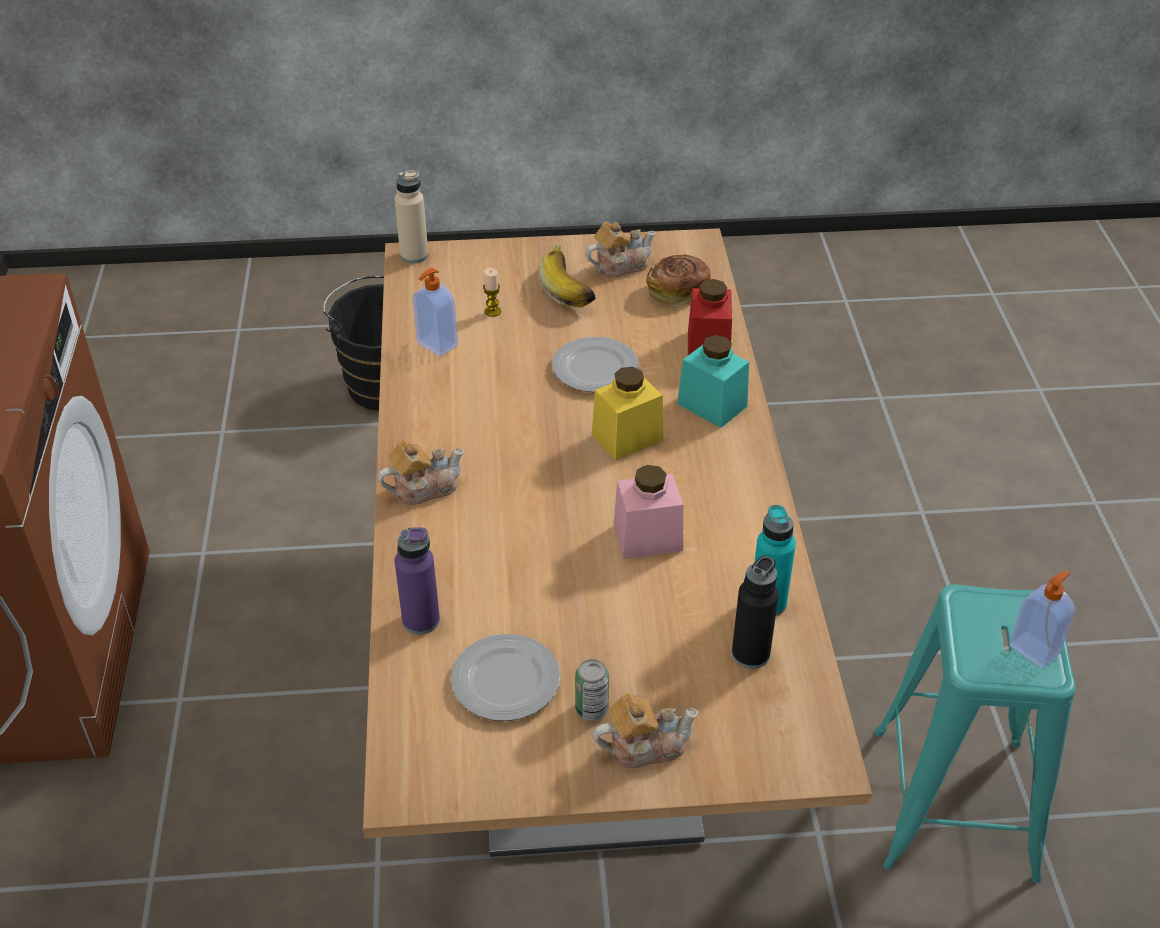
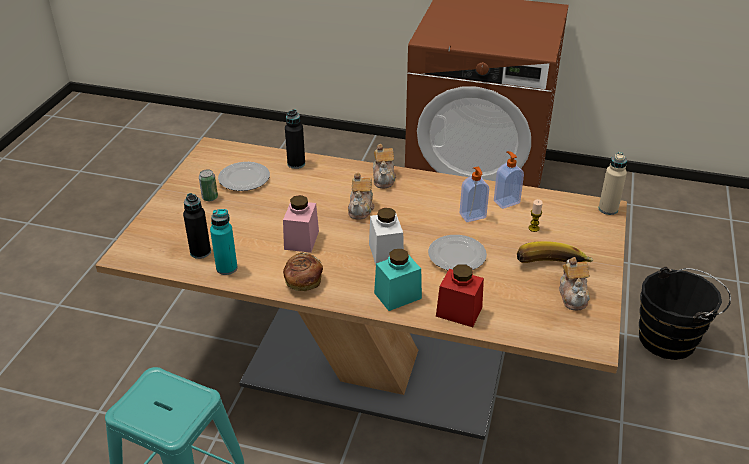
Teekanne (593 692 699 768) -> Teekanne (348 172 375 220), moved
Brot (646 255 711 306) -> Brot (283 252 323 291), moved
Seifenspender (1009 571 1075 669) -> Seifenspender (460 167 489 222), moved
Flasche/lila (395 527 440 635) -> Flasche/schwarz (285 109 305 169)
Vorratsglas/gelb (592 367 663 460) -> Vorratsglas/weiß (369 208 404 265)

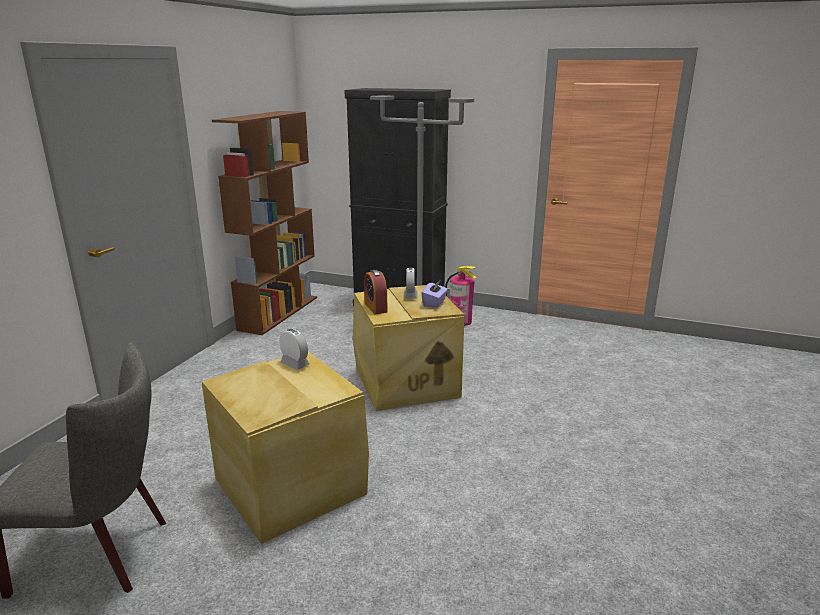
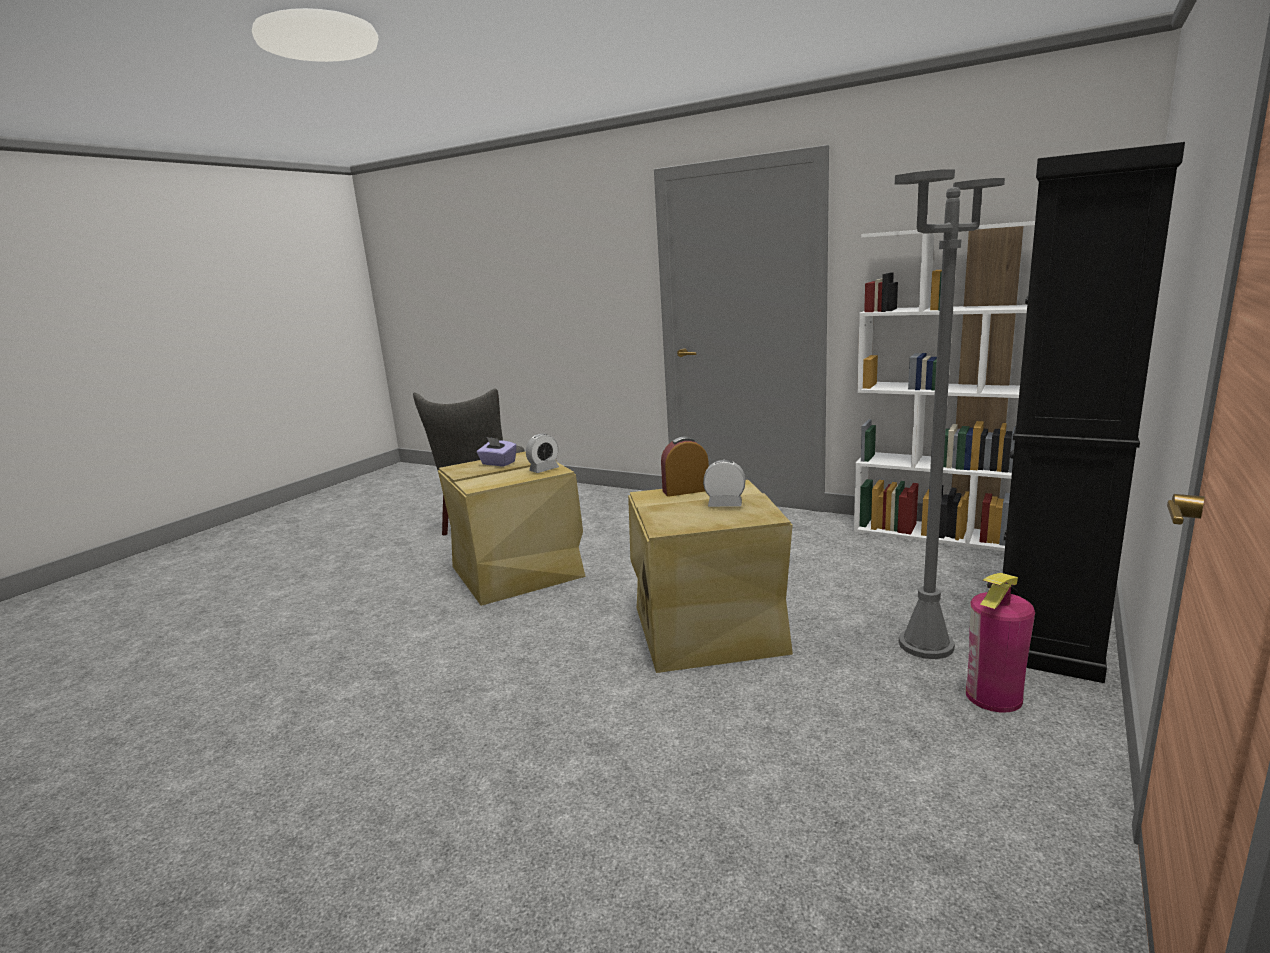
Taschentuchbox/lila (421 281 448 308) -> Taschentuchbox/lila (477 437 517 466), moved
Bücherregal/braun (212 111 317 335) -> Bücherregal/weiß (854 221 1035 551)

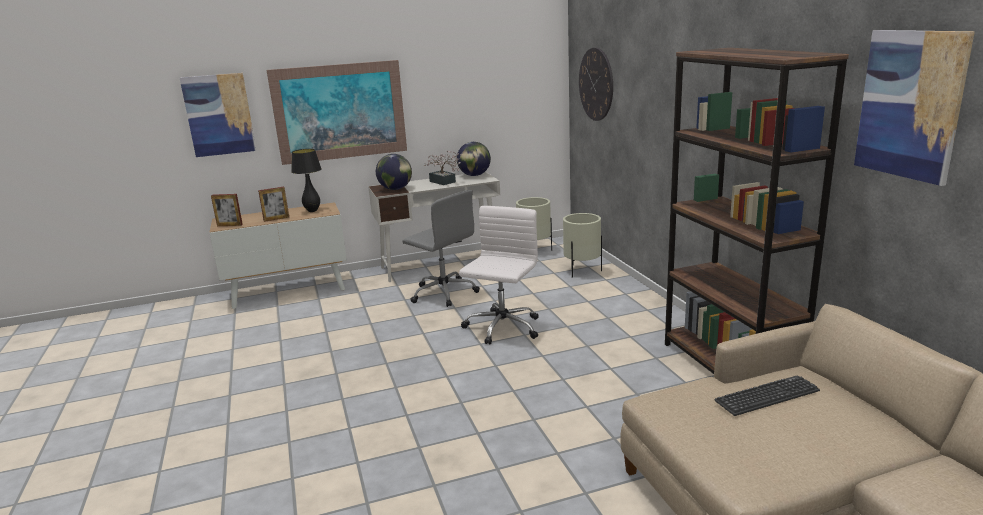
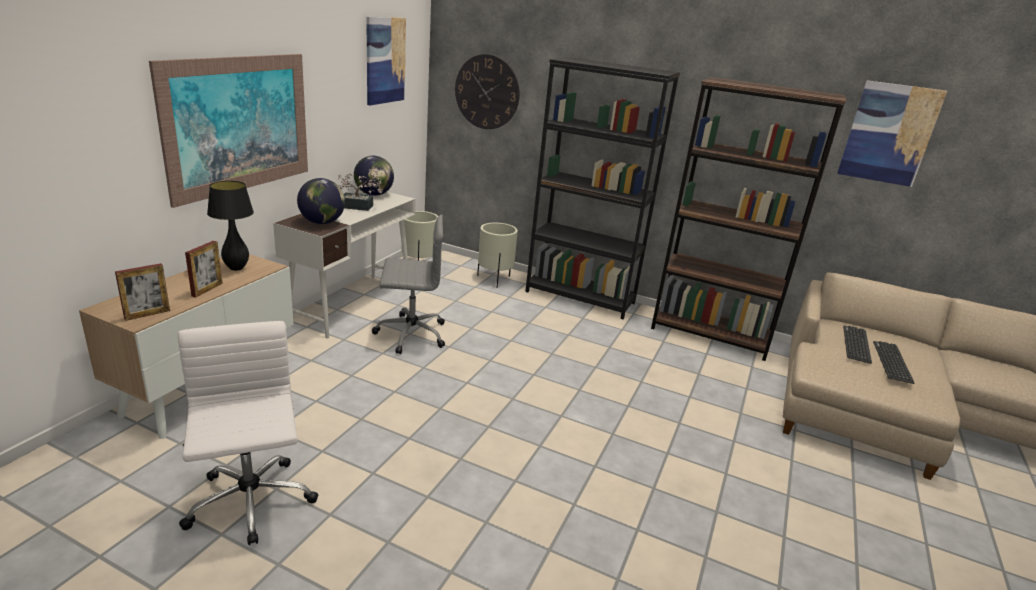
none -> Bücherregal/schwarz (525 57 680 319)
none -> Tastatur (873 341 914 384)
Bild (180 73 256 157) -> Bild (366 17 406 105), moved
Bürostuhl/weiß (459 206 539 345) -> Bürostuhl/weiß (178 321 319 545), moved

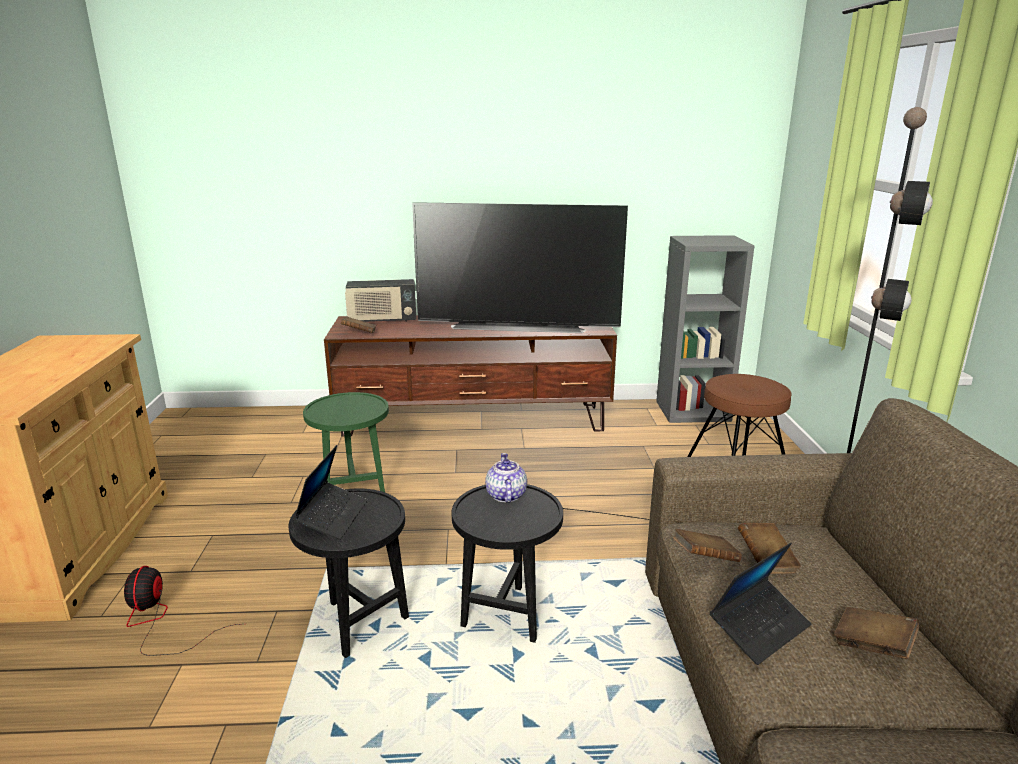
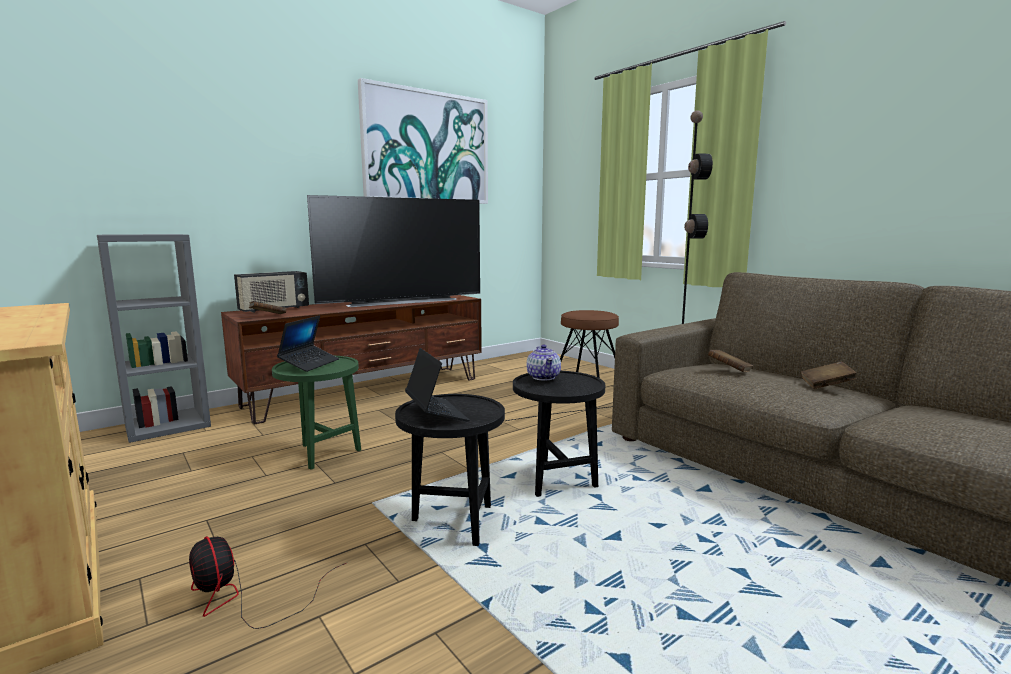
Buch/braun (673 529 742 562) -> none
none -> Bild (358 78 488 204)
Bücherregal/grau (656 235 755 423) -> Bücherregal/grau (97 234 211 443), moved
Laptop (710 543 811 665) -> Laptop (277 315 339 372), moved
Teekanne (485 453 527 503) -> Teekanne (527 344 561 380), 150 degrees counterclockwise

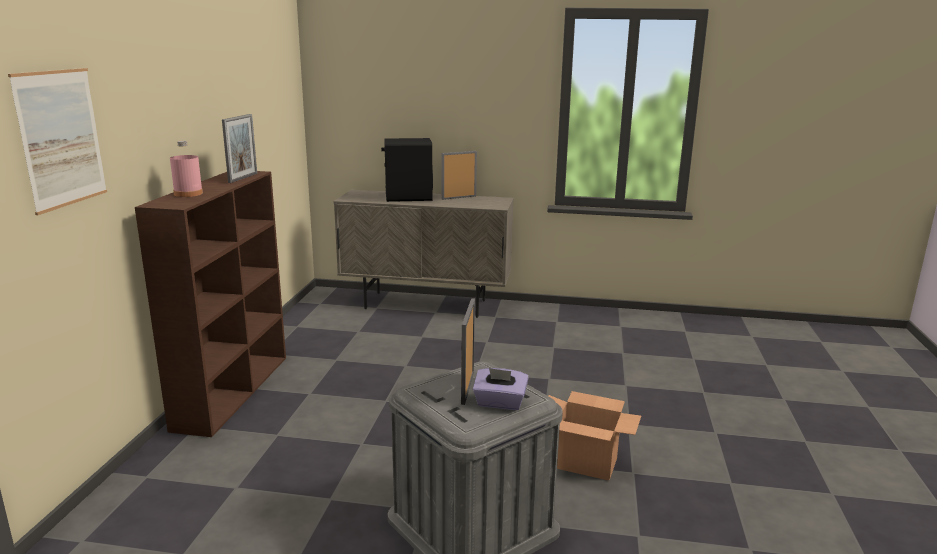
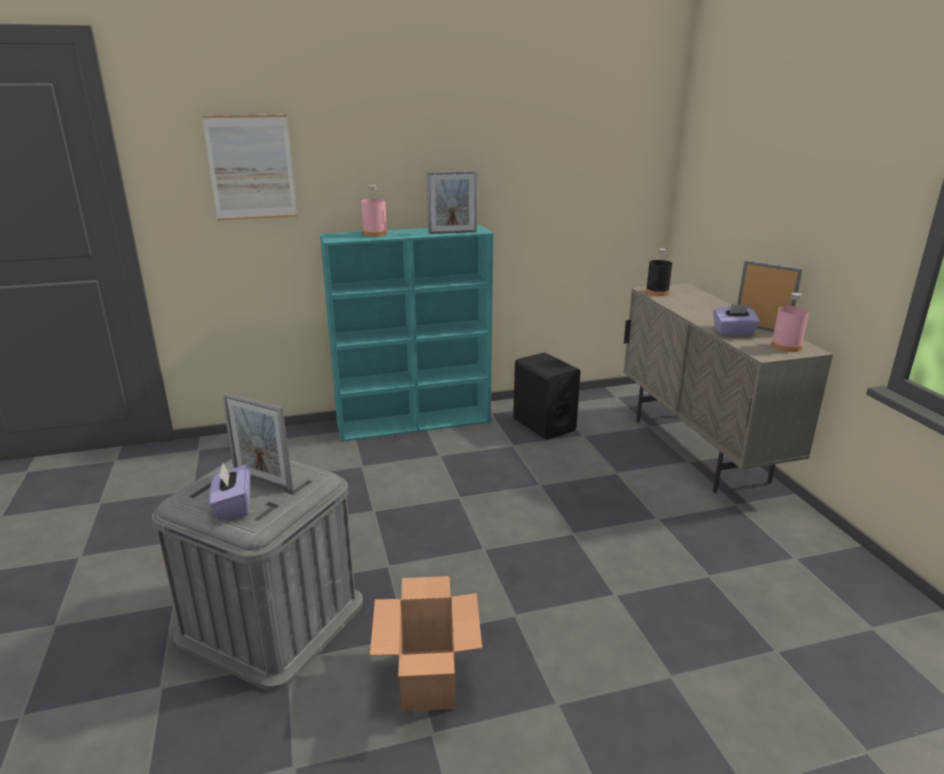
none -> Flasche/schwarz (646 249 672 296)
none -> Taschentuchbox/lila (713 304 760 336)
none -> Flasche/rosa (771 293 809 352)
Lautsprecher/schwarz (381 138 433 202) -> Lautsprecher/schwarz (513 352 580 440), moved
Bücherregal/braun (135 171 286 437) -> Bücherregal/türkis (320 225 493 442)
Bilderrahmen (461 298 475 405) -> Bilderrahmen (221 392 293 491), 135 degrees counterclockwise

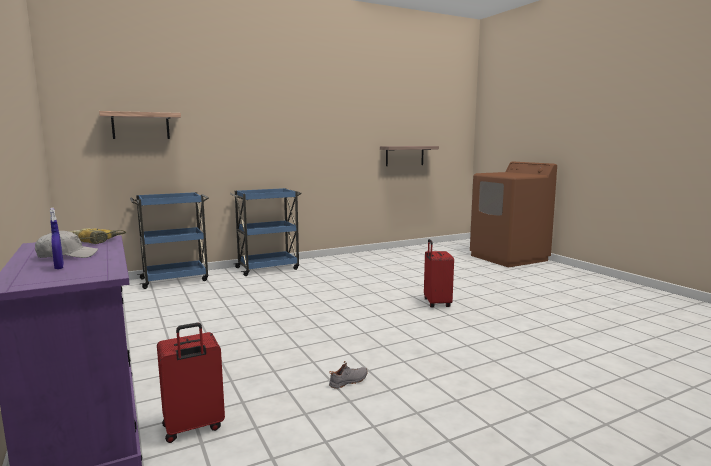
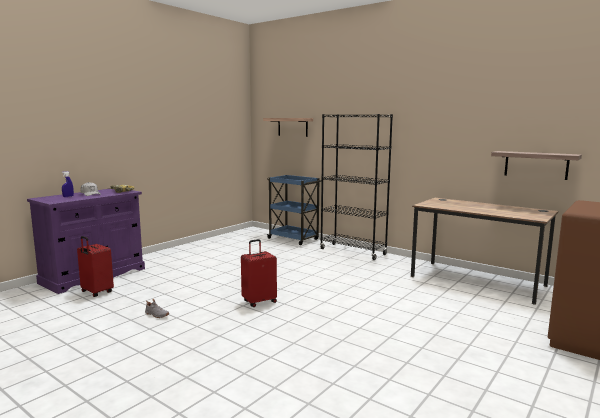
none -> Schreibtisch/braun (411 198 558 305)
Koffer/rot (424 239 454 308) -> Koffer/rot (241 239 277 307), moved
Rollwagen/blau (230 188 302 276) -> Bücherregal/schwarz (320 114 393 260)

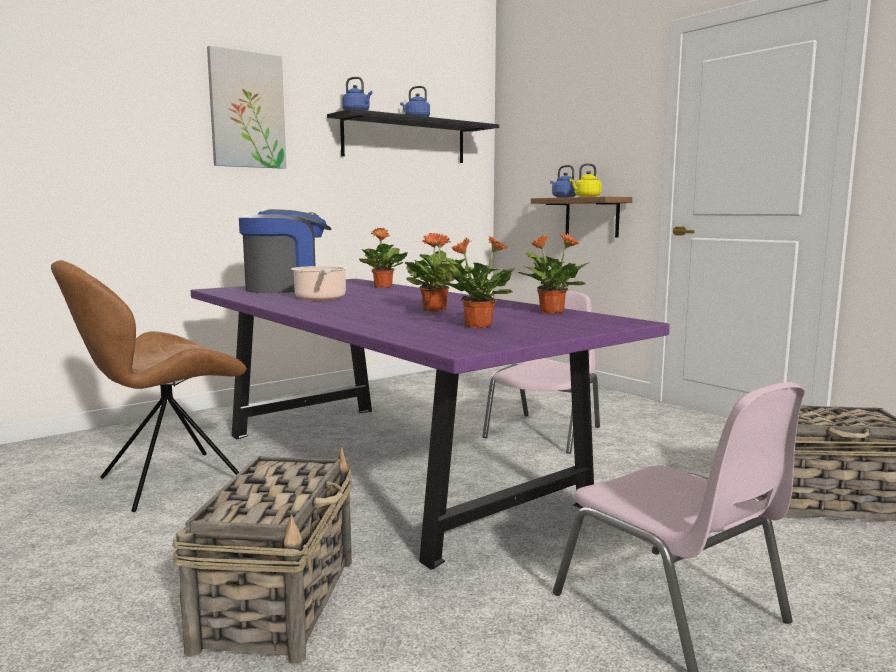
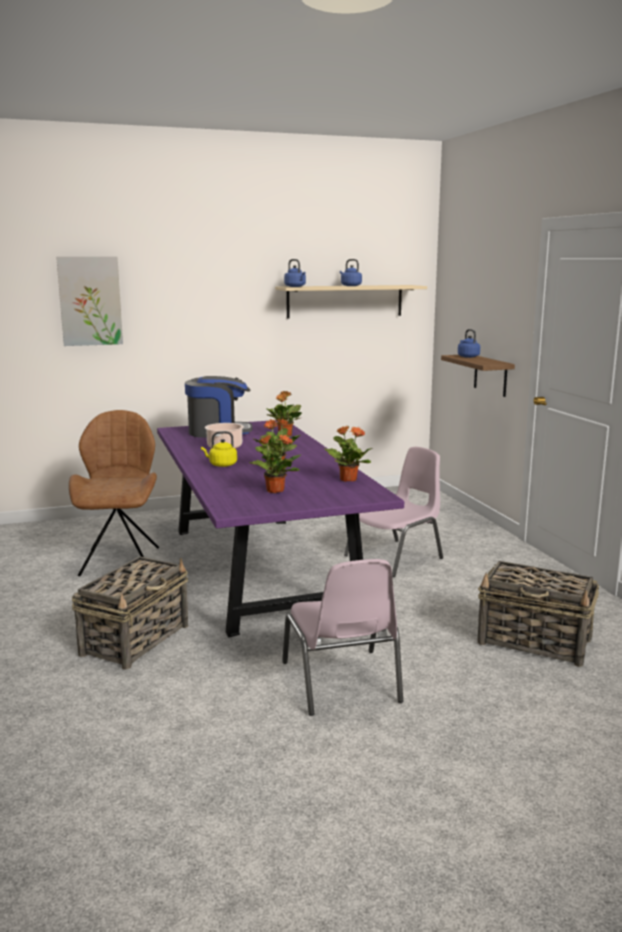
Bild (207 46 286 169) -> Bild (56 257 123 346), moved
Wasserkessel/gelb (569 164 602 197) -> Wasserkessel/gelb (201 431 237 467), moved
Wandregal/schwarz (327 109 499 163) -> Wandregal/beige (275 285 427 318)
Stuhl/braun (51 260 247 512) -> Stuhl/braun (69 410 159 577), 105 degrees clockwise

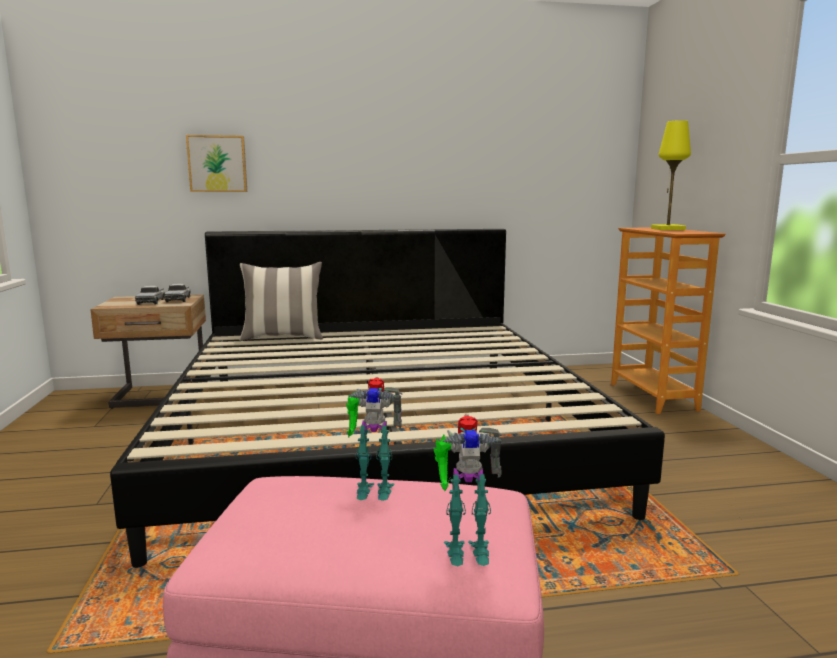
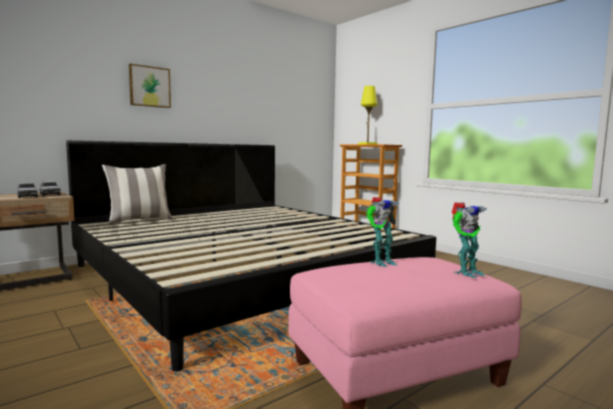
Bild (186 135 247 192) -> Bild (129 64 171 108), moved

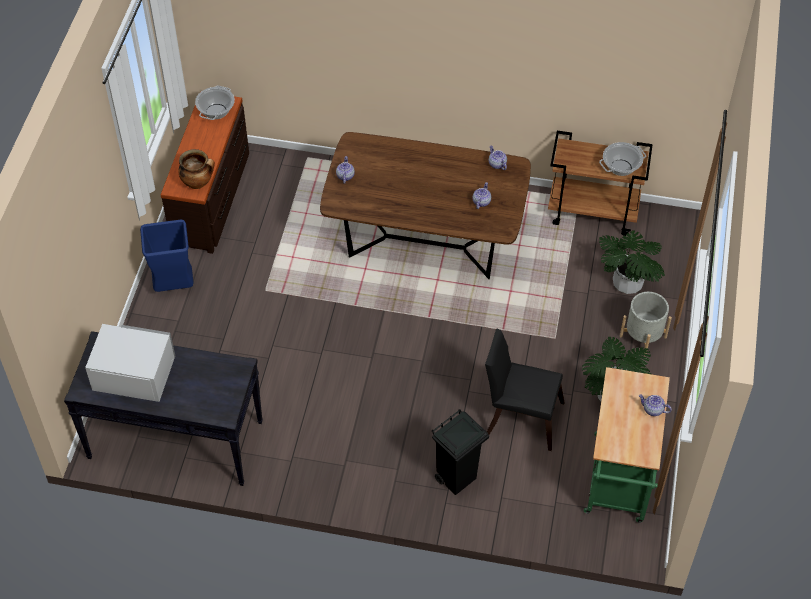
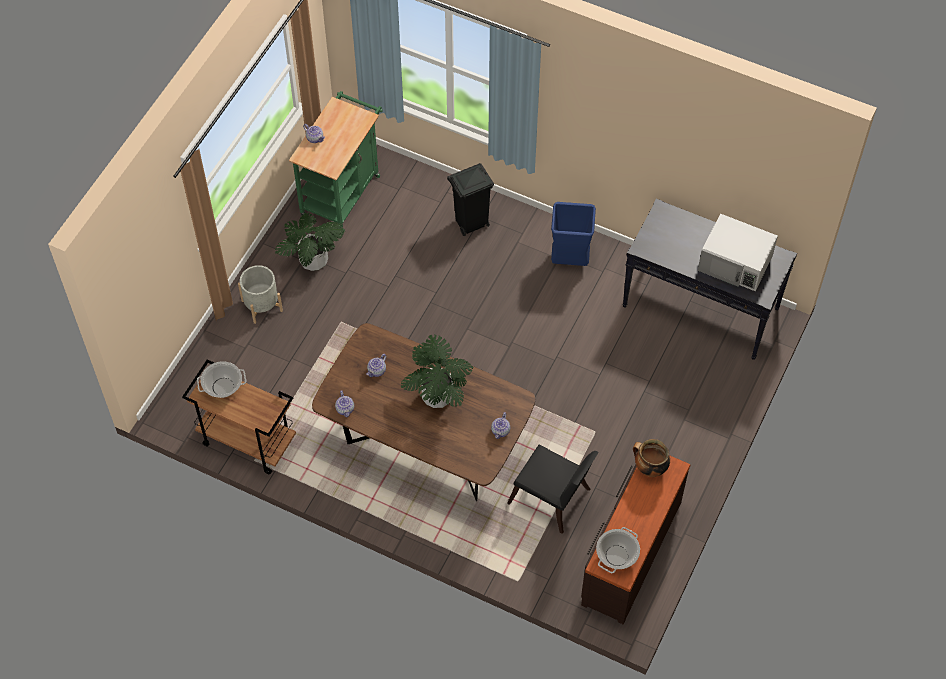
Mülleimer/blau (140 220 194 292) -> Mülleimer/blau (551 202 596 266), moved
Stuhl/schwarz (485 328 565 451) -> Stuhl/schwarz (507 444 599 534), moved
Topfpflanze (599 230 665 294) -> Topfpflanze (401 335 474 408), moved

